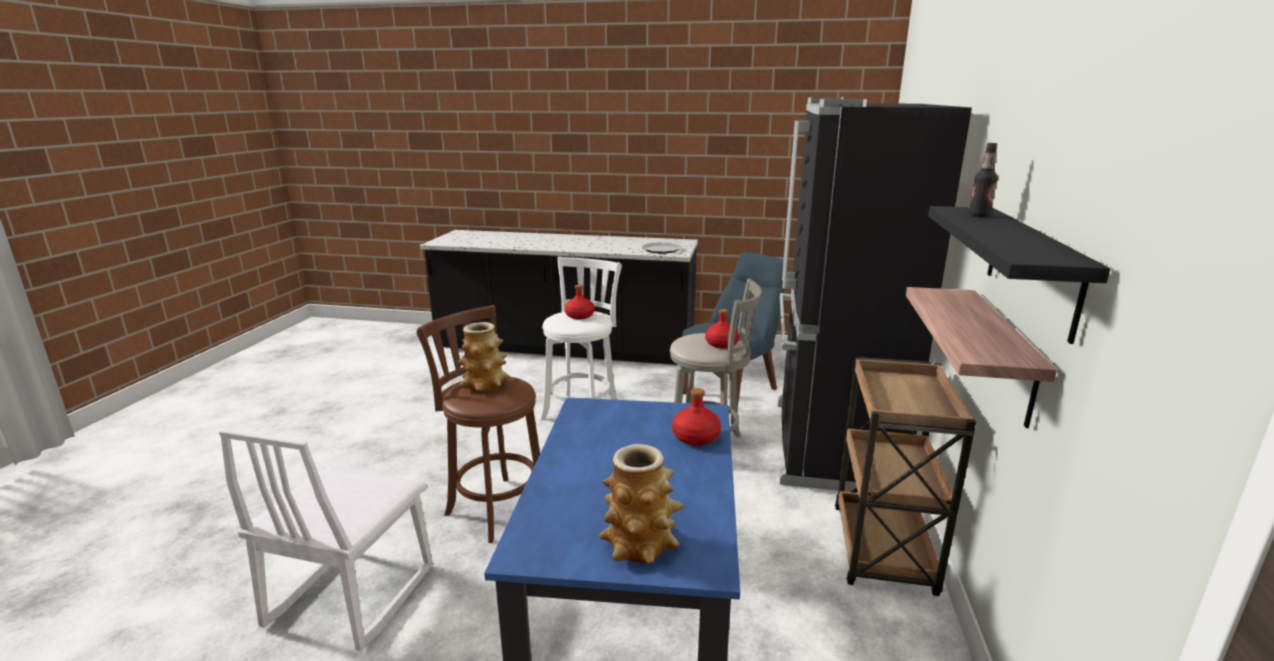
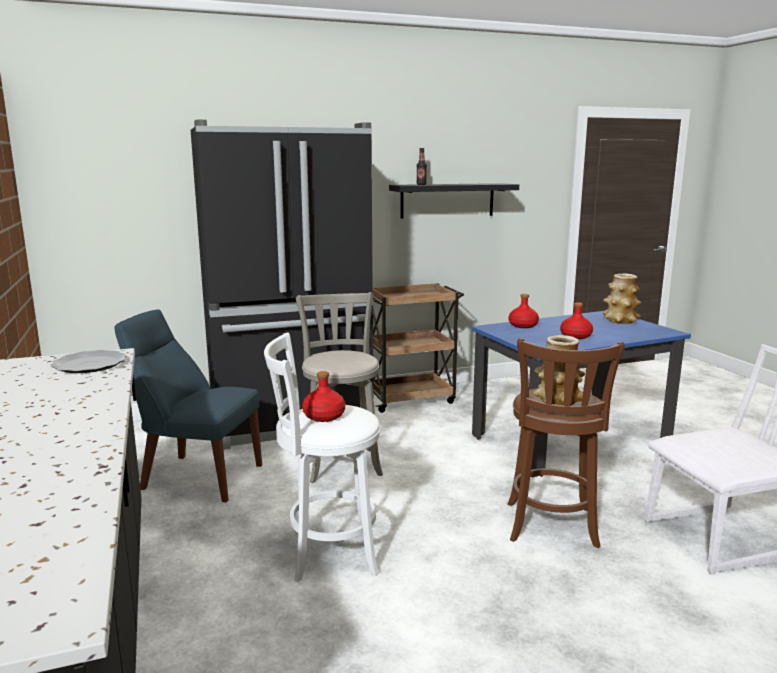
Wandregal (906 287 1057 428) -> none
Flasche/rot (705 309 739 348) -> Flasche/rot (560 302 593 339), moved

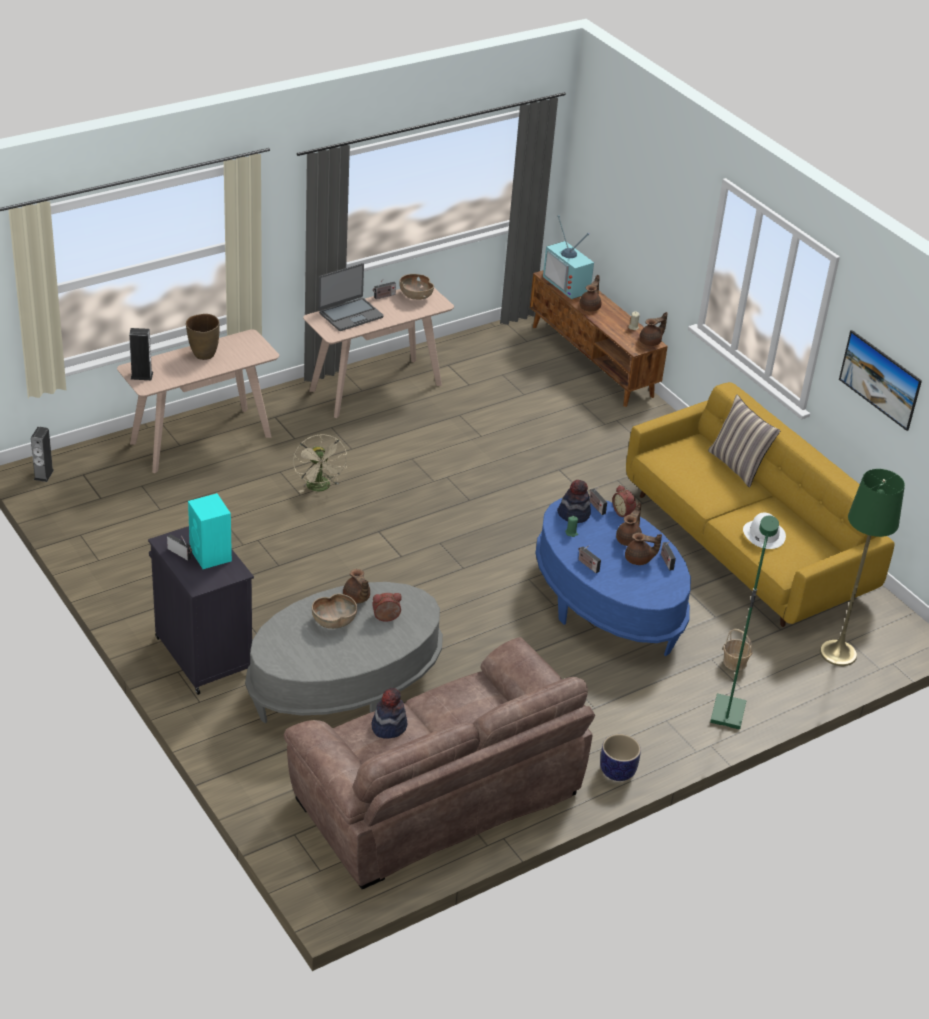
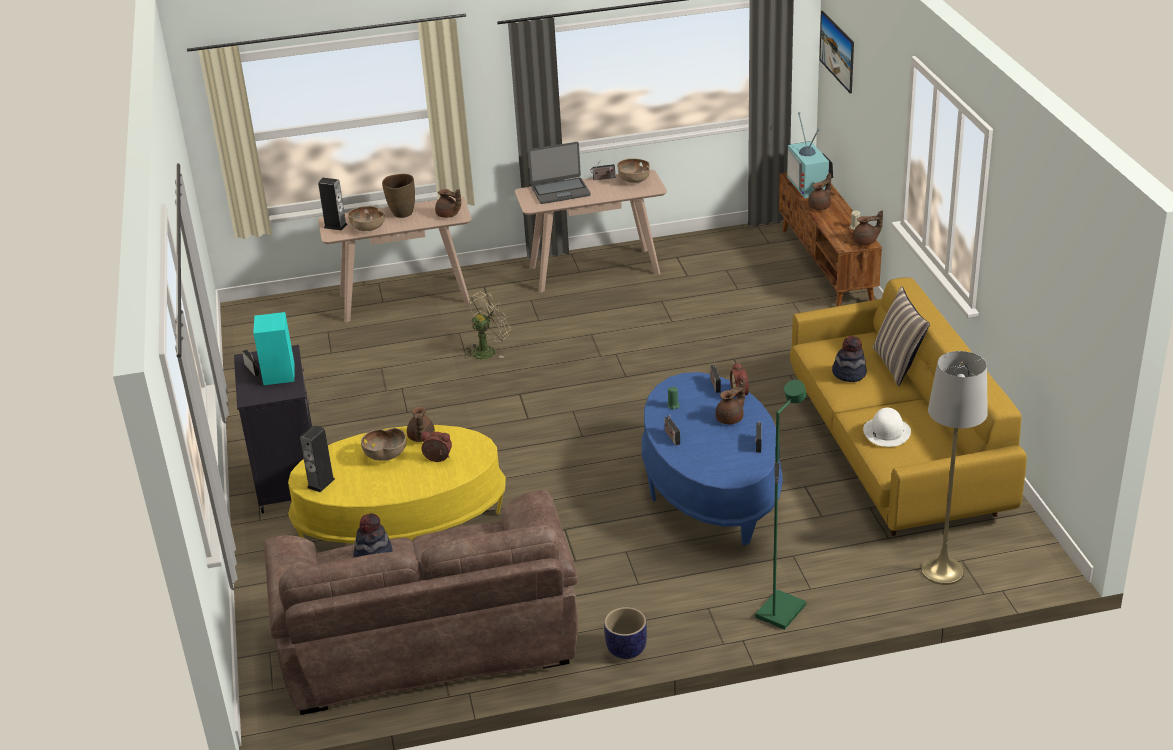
Korb (724 629 752 671) -> none
none -> Schüssel/braun (348 206 385 231)
Lautsprecher (31 427 54 482) -> Lautsprecher (300 425 335 492), moved
Hut (557 480 591 523) -> Hut (832 336 867 382), moved
Teekanne/braun (625 533 662 565) -> Teekanne/braun (435 189 461 218), moved
Bild (839 330 922 431) -> Bild (819 11 854 93), moved
Couchtisch/grau (245 582 443 723) -> Couchtisch/gelb (288 425 506 544)
Stehlampe/grün (820 469 905 666) -> Stehlampe/grau (921 351 988 585)
Ventilator/beige (293 434 347 493) -> Ventilator/beige (464 292 511 359), 135 degrees counterclockwise

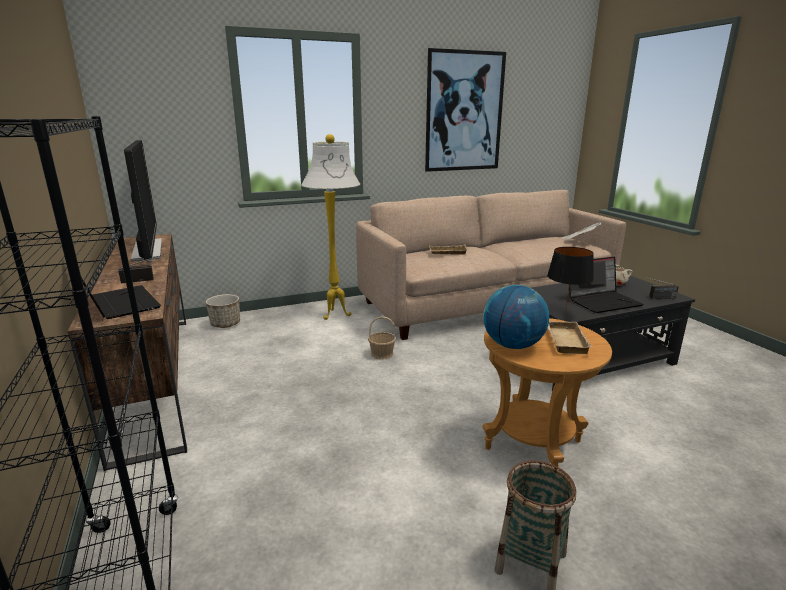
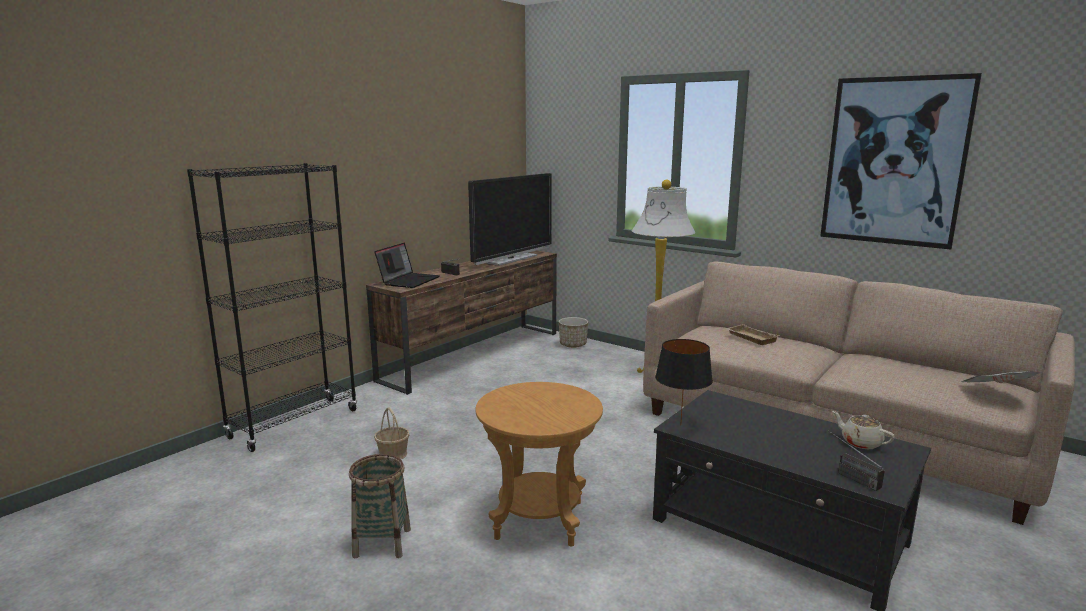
Globus (483 285 549 349) -> none
Tablett/beige (548 321 592 354) -> none
Laptop (569 257 644 313) -> none
Korb (368 317 396 360) -> Korb (374 407 410 459), moved

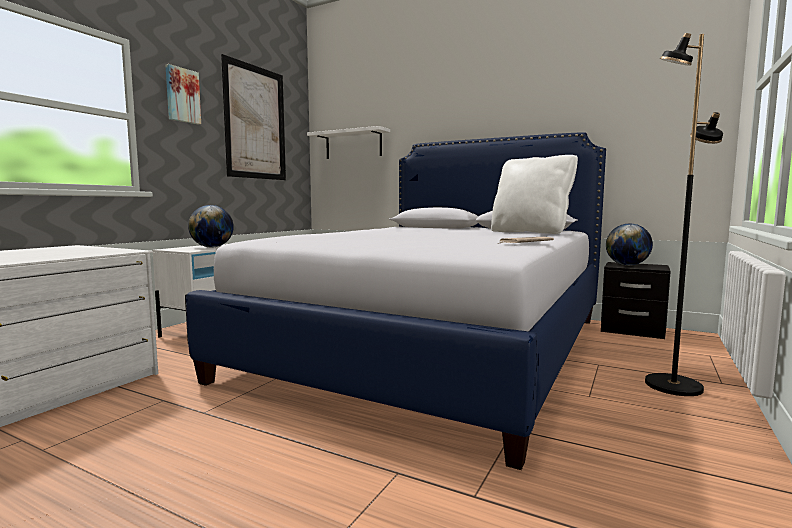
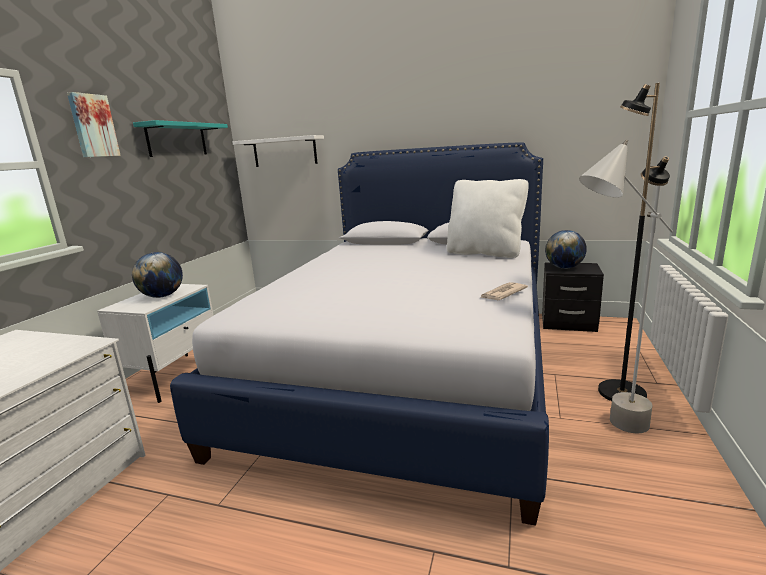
none -> Stehlampe/grau (579 140 673 433)
Bild (221 54 286 180) -> Wandregal/türkis (133 120 228 157)

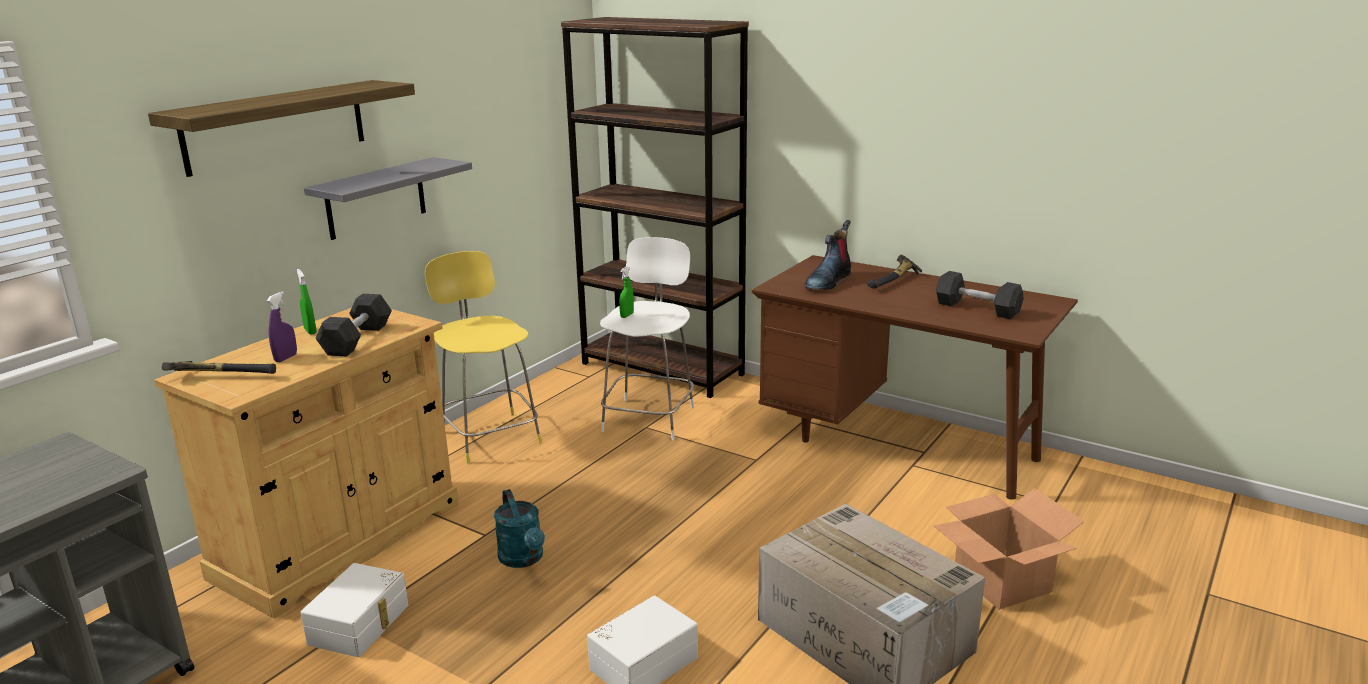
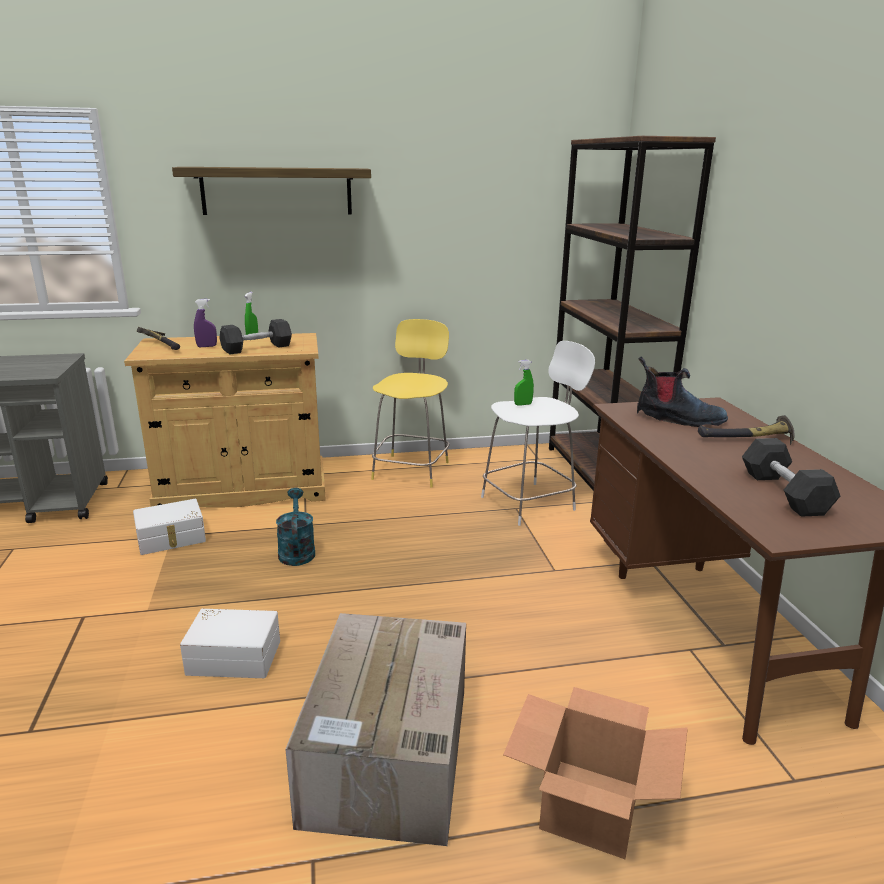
Wandregal/grau (304 157 472 240) -> none
Gießkanne/türkis (494 489 545 568) -> Gießkanne/türkis (276 488 315 566), 150 degrees clockwise
Stiefel (804 220 851 290) -> Stiefel (637 356 728 427), 150 degrees counterclockwise

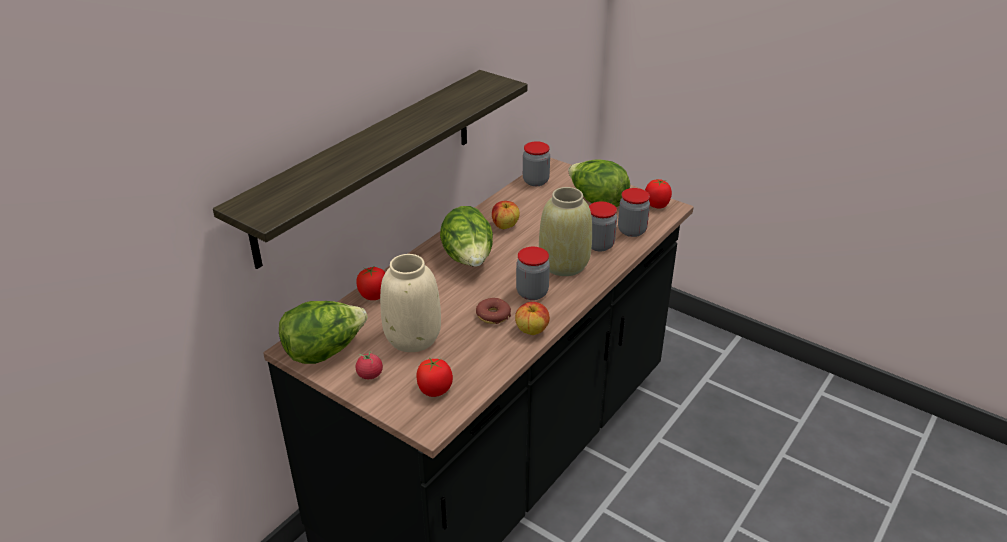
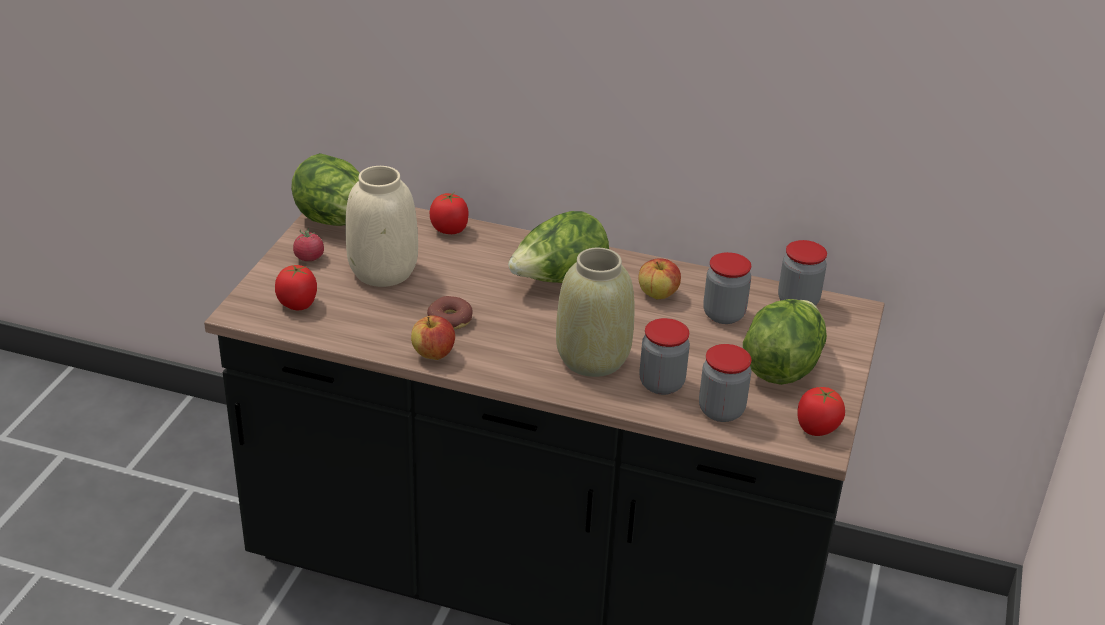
Wandregal (213 70 527 269) -> none
Vorratsglas (516 247 550 300) -> Vorratsglas (703 252 751 324), moved

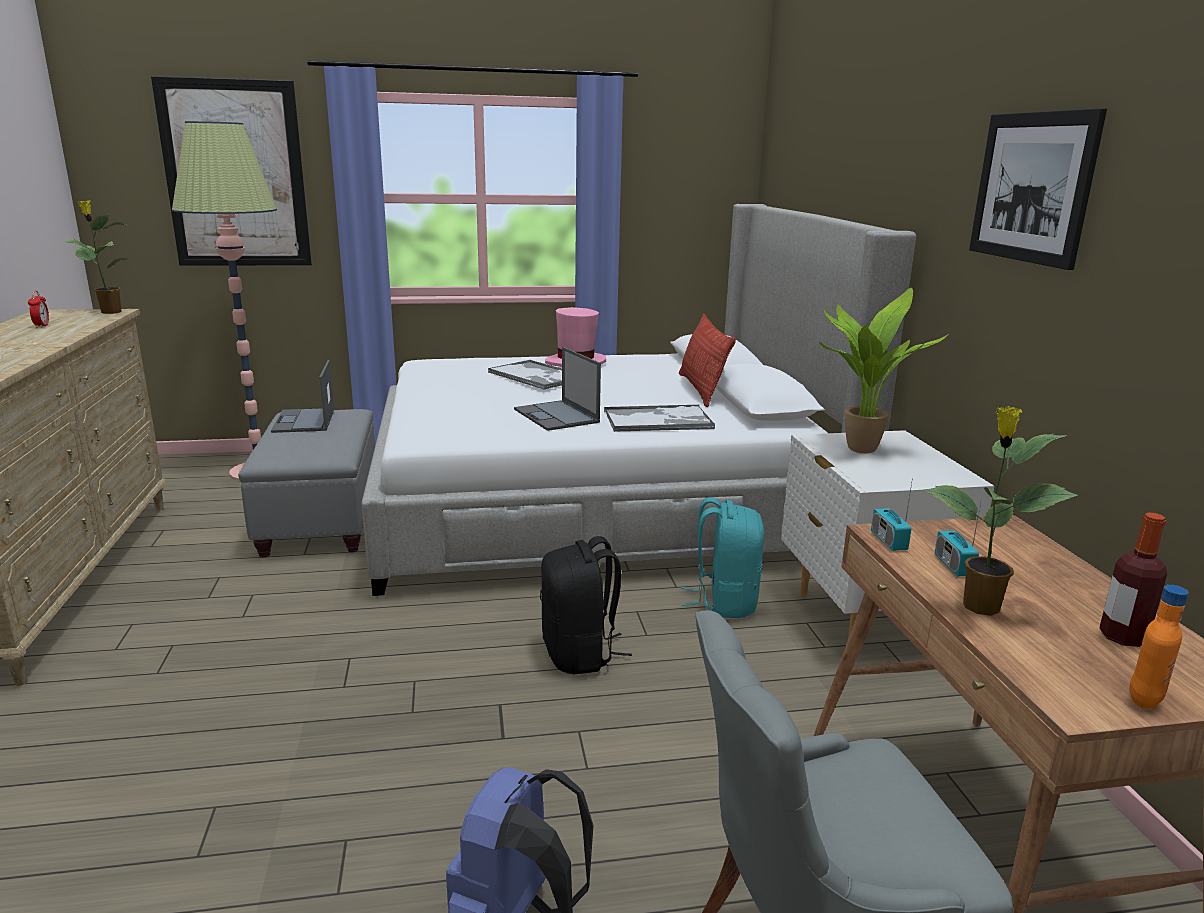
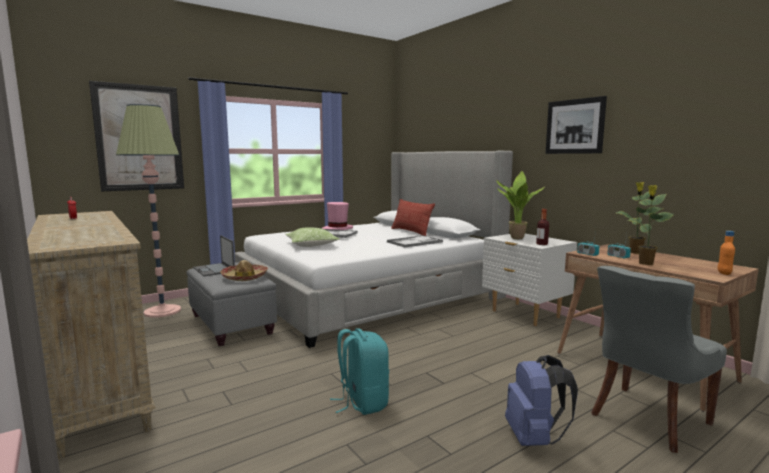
Laptop (514 347 601 431) -> none
Rucksack/schwarz (540 536 632 674) -> none
none -> Hut (220 260 268 281)
none -> Kissen (285 227 340 247)
Topfpflanze (65 200 126 314) -> Topfpflanze (616 182 663 254), moved
Rucksack/türkis (681 497 765 618) -> Rucksack/türkis (330 329 389 415), moved
Flasche (1099 512 1167 647) -> Flasche (536 209 549 245), moved

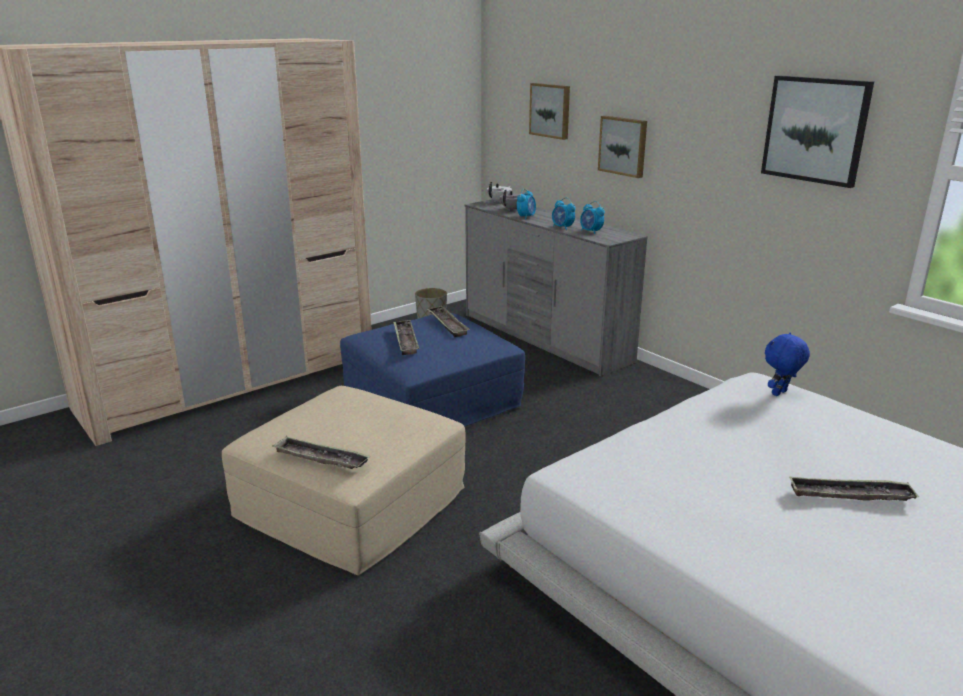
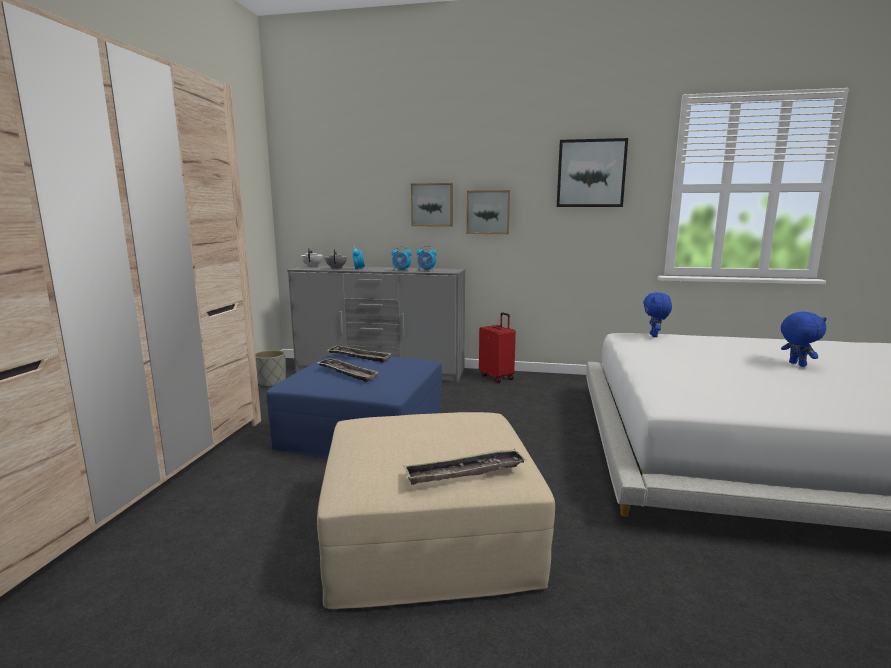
none -> Koffer/rot (479 312 516 383)
Bild (529 83 570 140) -> Bild (467 190 510 234), moved
Tablett (789 477 919 501) -> Plüschtier/blau (781 312 827 367)

